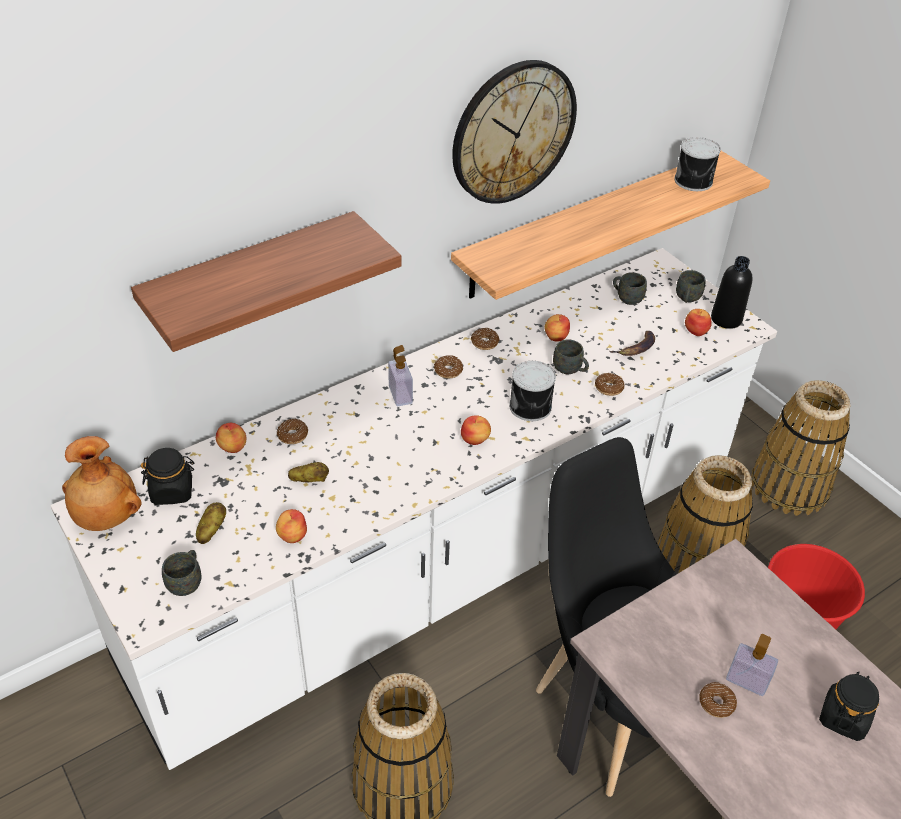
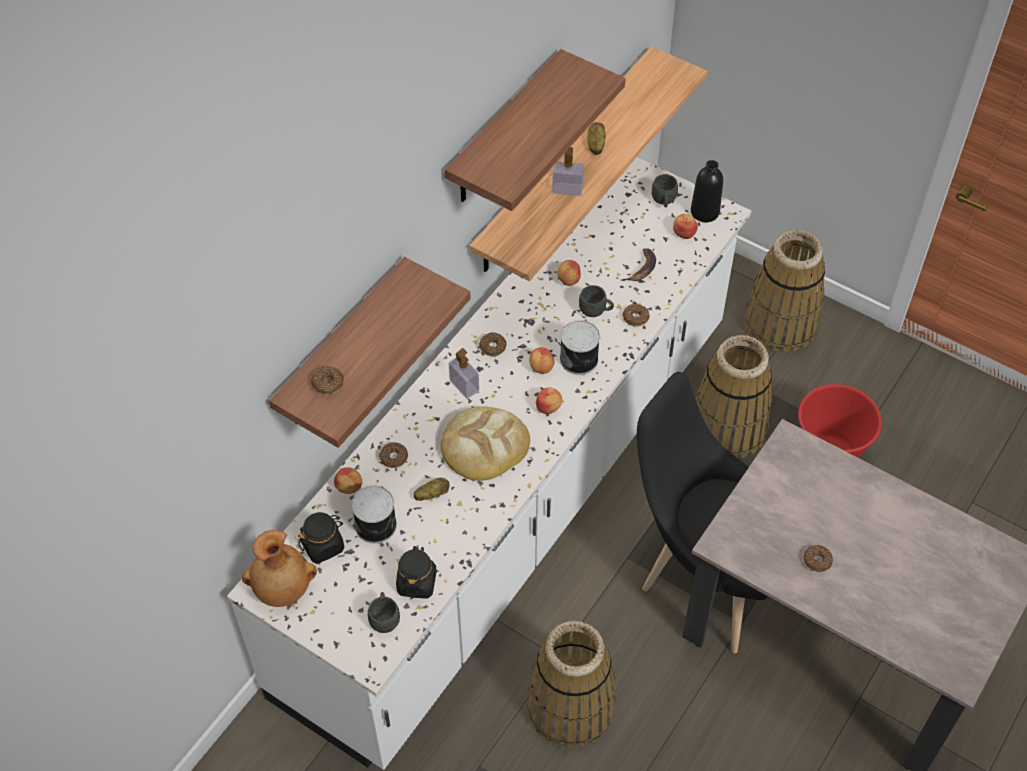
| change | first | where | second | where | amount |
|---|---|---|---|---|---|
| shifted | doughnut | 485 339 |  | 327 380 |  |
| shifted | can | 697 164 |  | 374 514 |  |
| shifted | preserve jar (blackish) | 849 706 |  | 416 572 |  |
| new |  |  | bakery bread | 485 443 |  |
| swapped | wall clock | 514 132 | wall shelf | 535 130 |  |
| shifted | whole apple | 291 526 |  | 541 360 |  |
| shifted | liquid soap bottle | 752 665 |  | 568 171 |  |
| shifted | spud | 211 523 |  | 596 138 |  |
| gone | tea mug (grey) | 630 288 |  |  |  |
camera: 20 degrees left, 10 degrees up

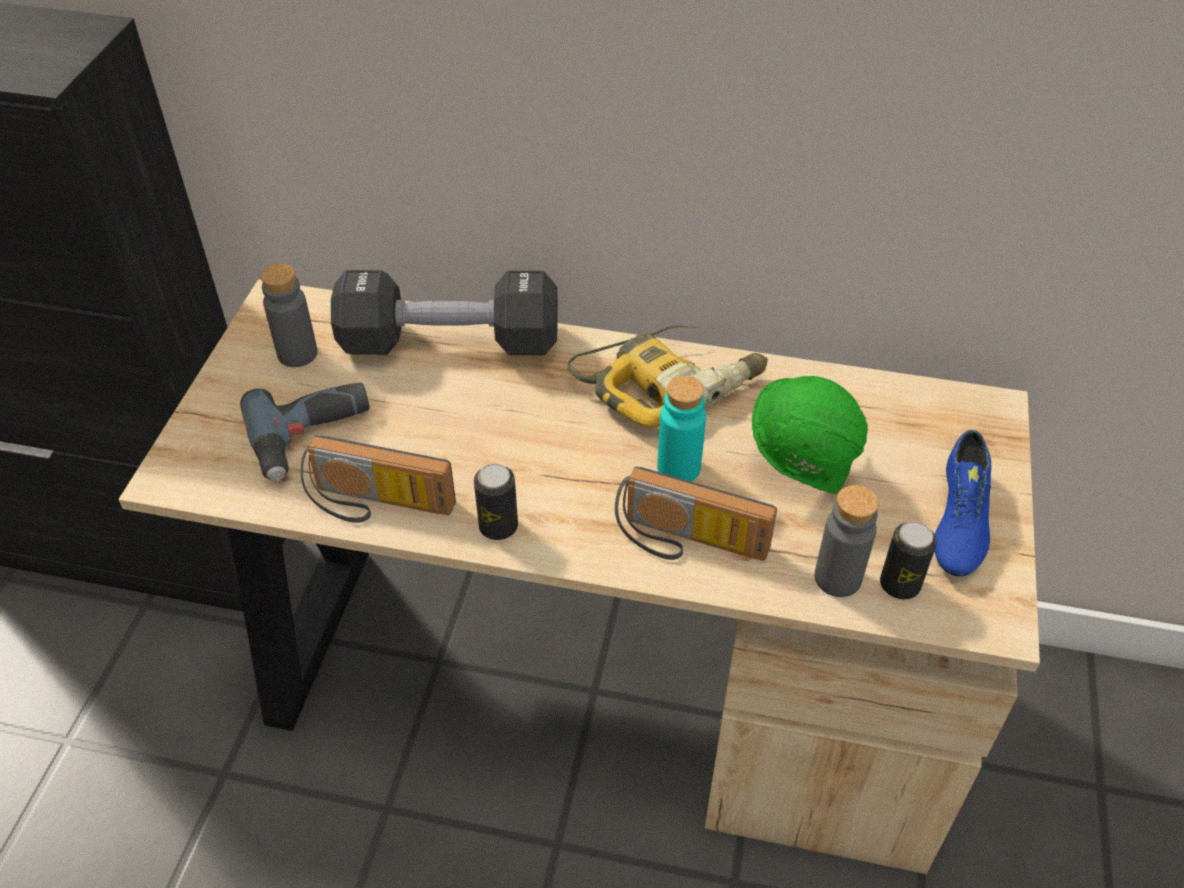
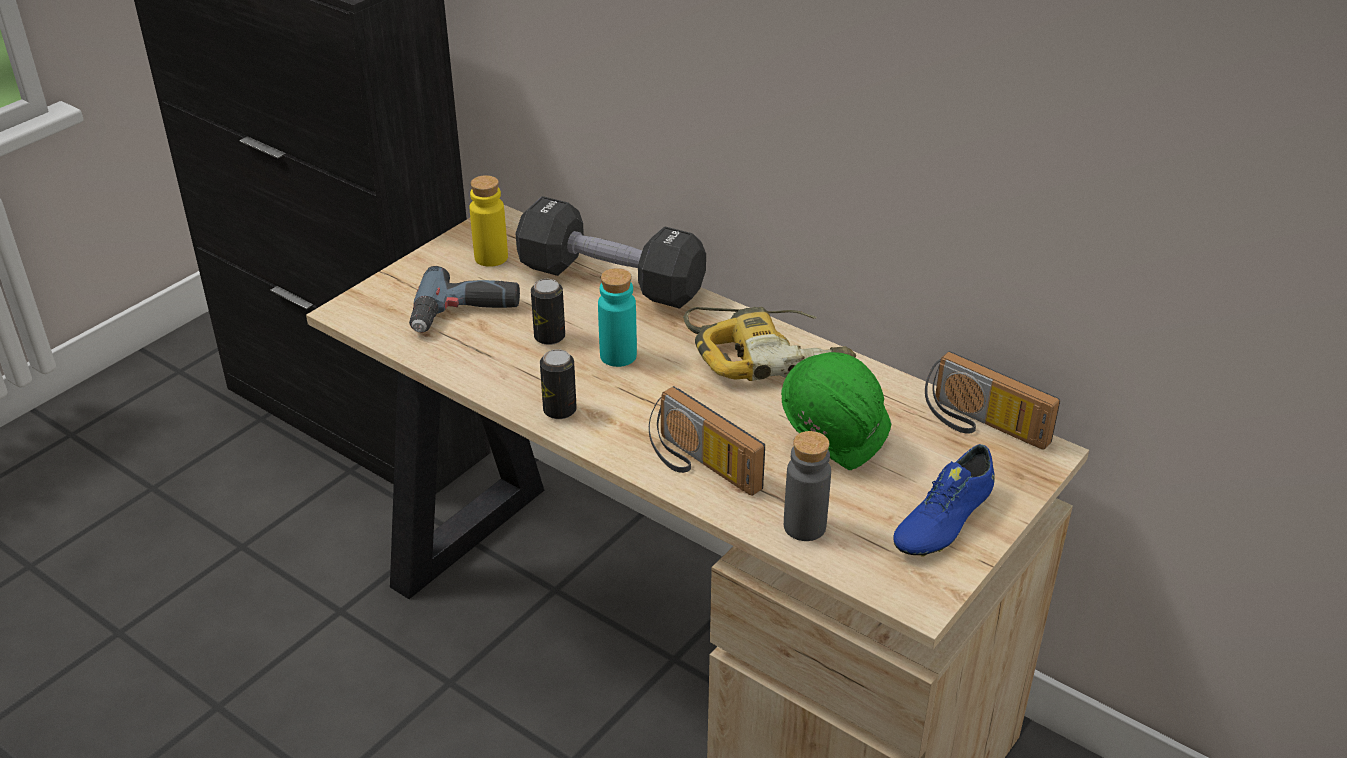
| change | first | where | second | where | amount |
|---|---|---|---|---|---|
| repainted | drink bottle (grey) | 288 315 | drink bottle (yellow) | 488 221 |  |
| shifted | can | 908 560 |  | 548 312 |  |
| shifted | drink bottle (turquoise-coloured) | 681 429 |  | 617 317 |  |
| shifted | radio | 378 479 |  | 992 400 |  |
camera: 25 degrees right, 10 degrees down

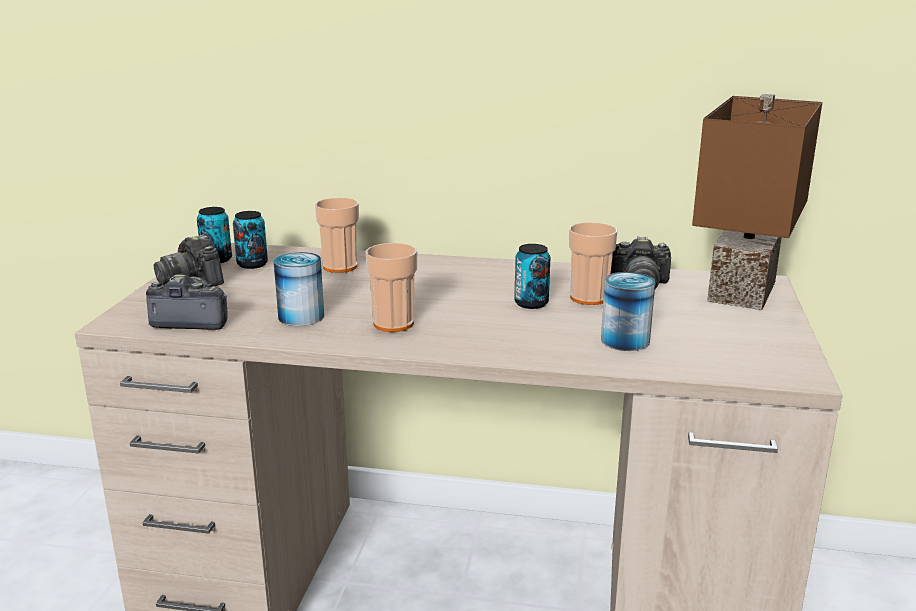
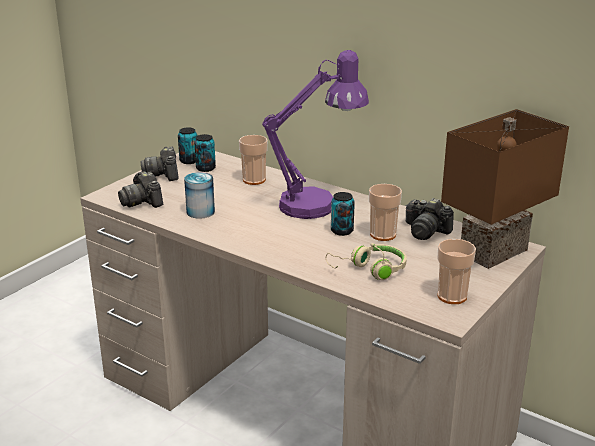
| change | first | where | second | where | amount |
|---|---|---|---|---|---|
| rotated | still camera | 187 302 |  | 140 189 | 150 degrees counterclockwise |
| new |  |  | lamp for a table (purplish) | 315 134 |  |
| swapped | can | 628 311 | headphones (sand-coloured) | 366 261 |  |
| shifted | small cup | 391 287 |  | 456 271 |  |
camera: 25 degrees right, 5 degrees up

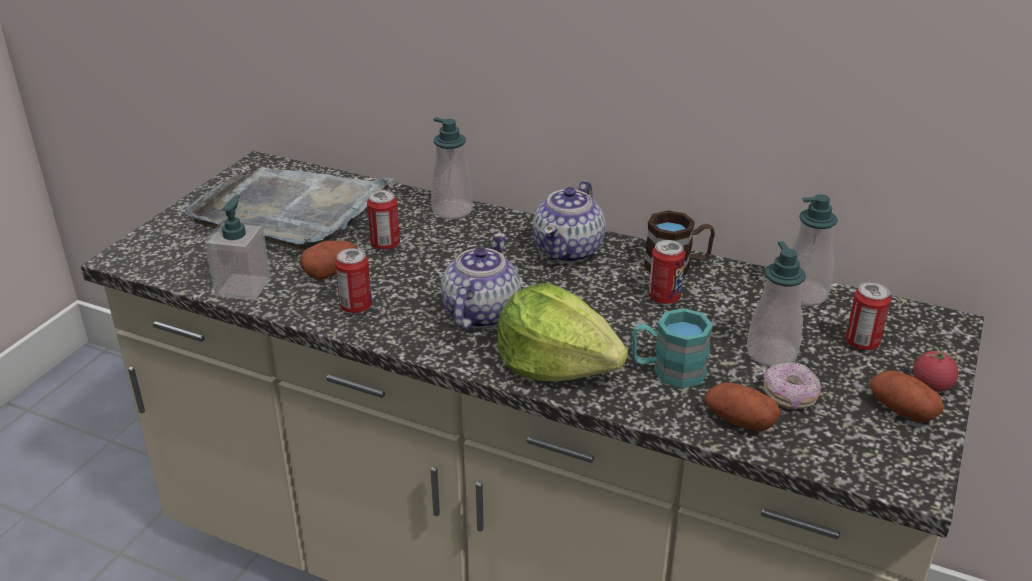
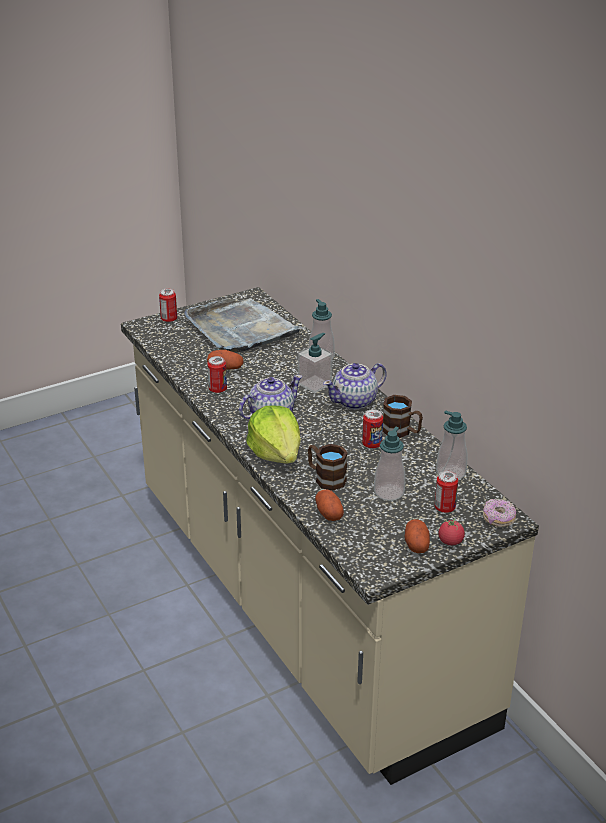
| change | first | where | second | where | amount |
|---|---|---|---|---|---|
| shifted | can | 383 220 |  | 168 305 |  |
| shifted | liquid soap bottle | 238 248 |  | 315 363 |  |
| repainted | tea mug (turquoise-coloured) | 672 348 | tea mug (brown-coloured) | 328 467 |  |
| shifted | doughnut | 792 385 |  | 499 513 |  |
camera: 35 degrees right, 0 degrees up

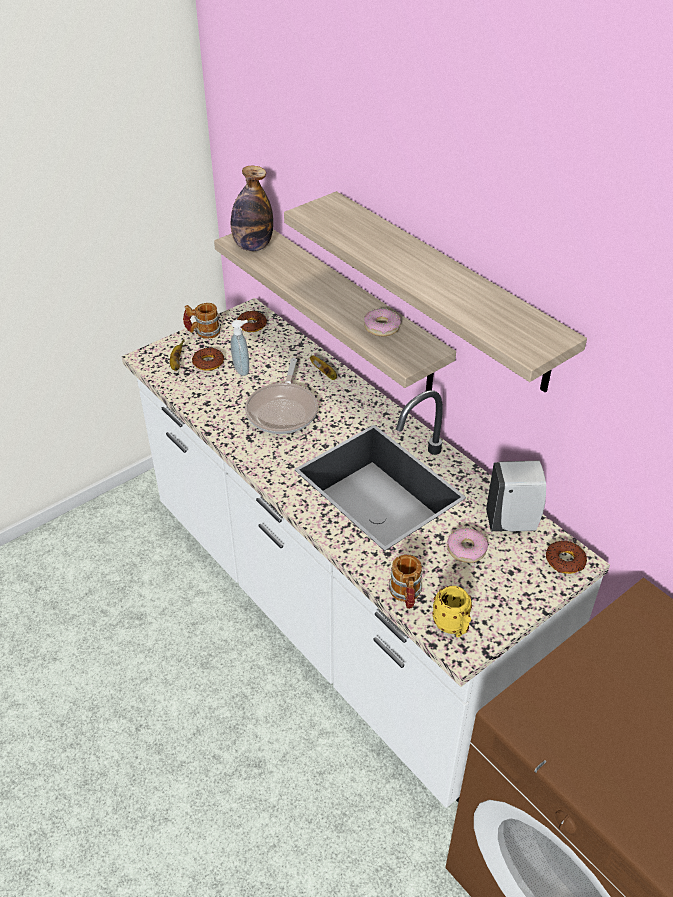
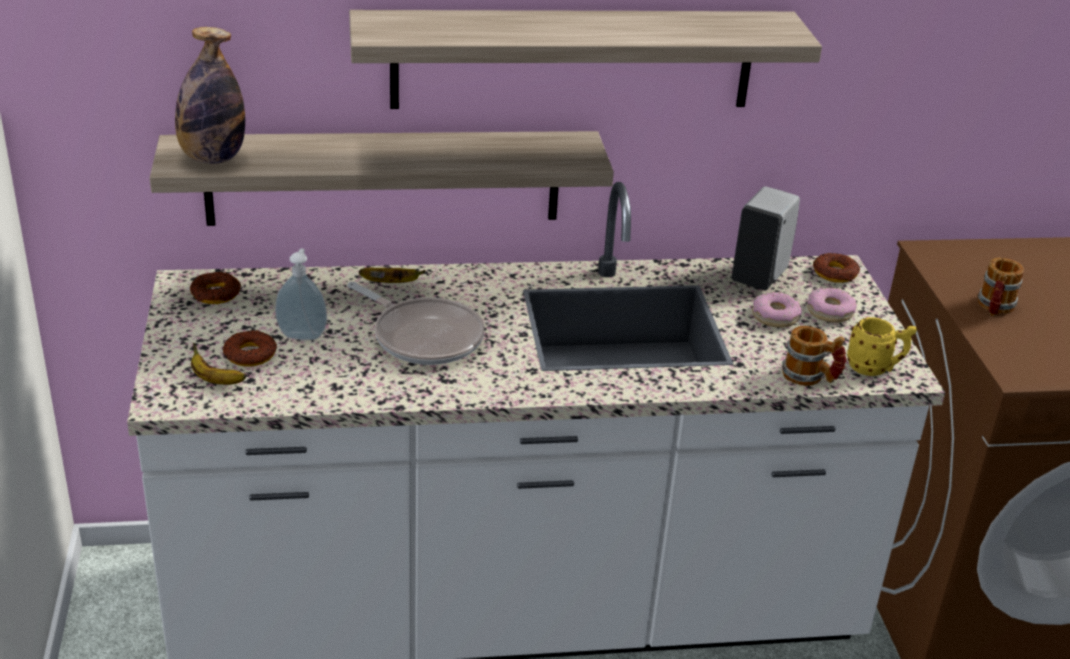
| change | first | where | second | where | amount |
|---|---|---|---|---|---|
| shifted | doughnut | 382 322 |  | 831 305 |  |
| shifted | tea mug | 202 321 |  | 1001 287 |  |
camera: 60 degrees left, 10 degrees down

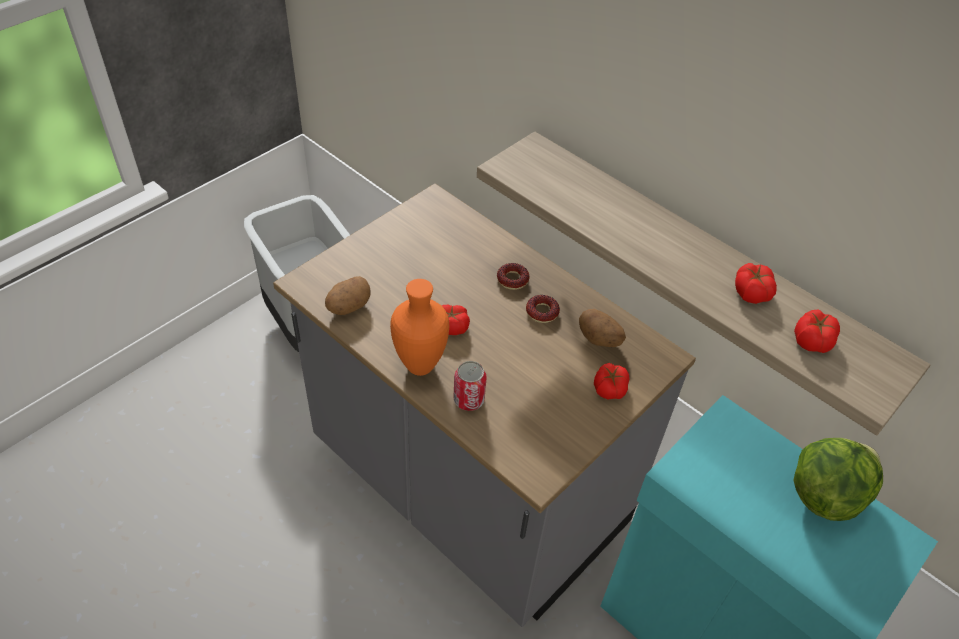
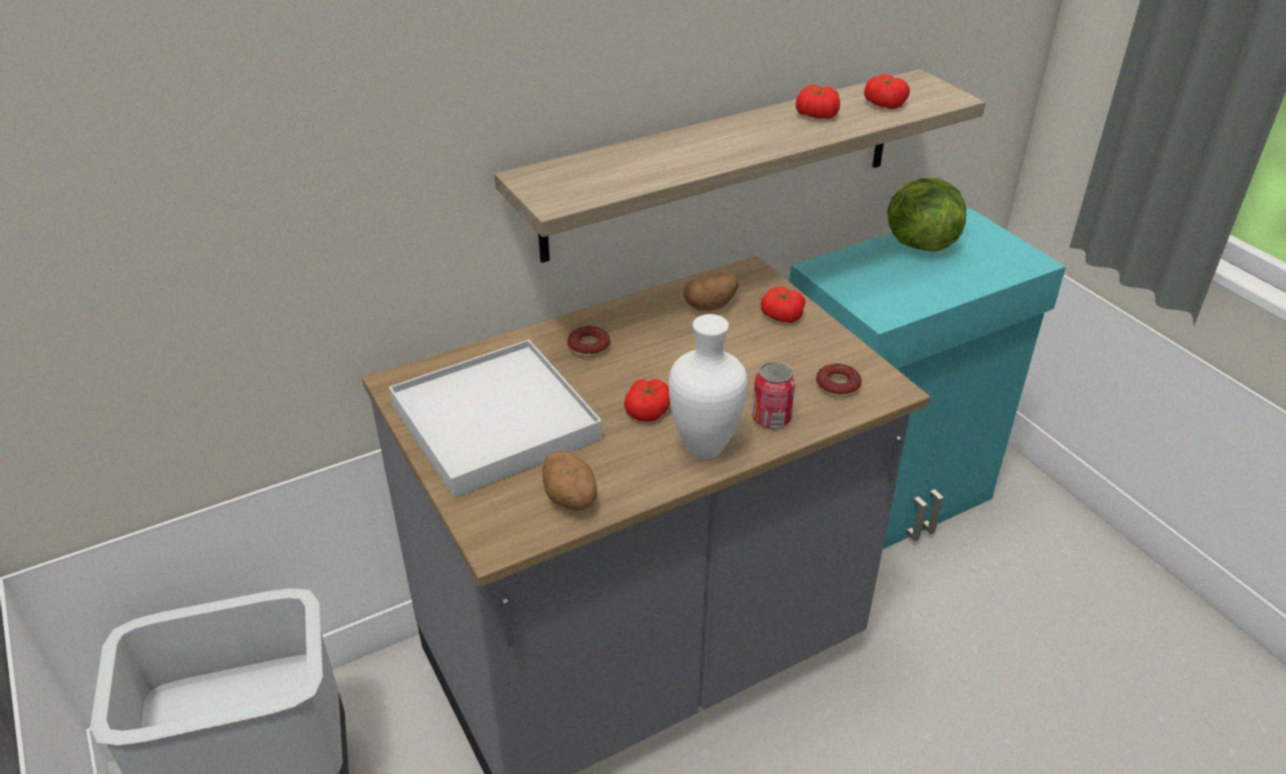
| change | first | where | second | where | amount |
|---|---|---|---|---|---|
| new |  |  | carrying tray (whitish) | 495 419 |  |
| repainted | vase (orange-coloured) | 419 327 | vase (whitish) | 708 386 |  |
| shifted | doughnut | 543 309 |  | 839 380 |  |
camera: 70 degrees left, 10 degrees down

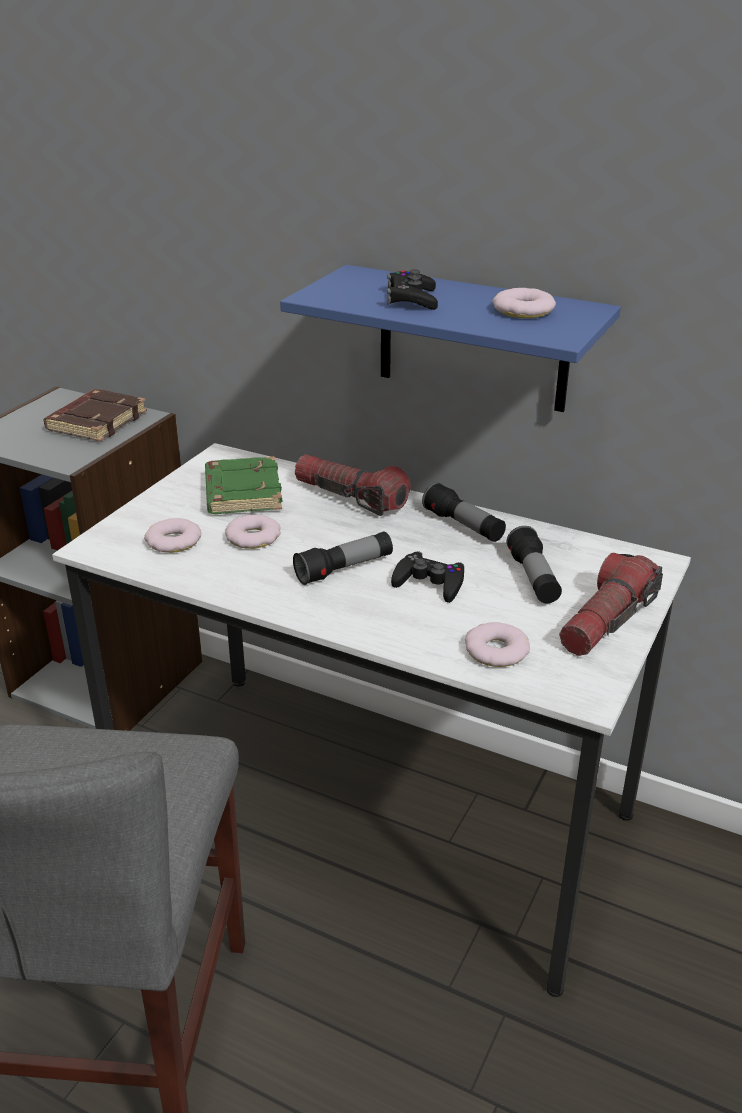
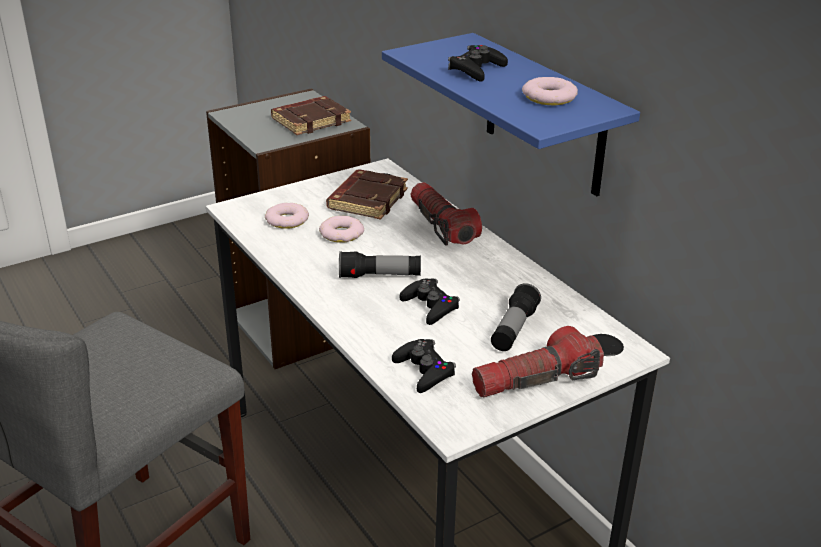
| change | first | where | second | where | amount |
|---|---|---|---|---|---|
| repainted | bound book (greenish) | 244 485 | bound book (brown-coloured) | 367 195 |  |
| swapped | doughnut | 497 644 | gamepad (blackish) | 424 366 |  |
| gone | flashlight | 464 512 |  |  |  |
camera: 30 degrees right, 0 degrees up

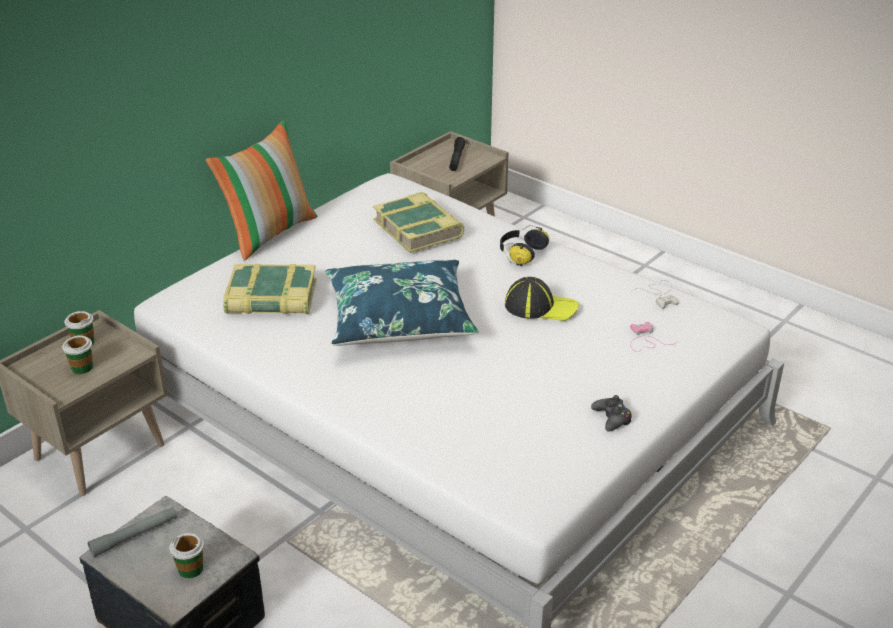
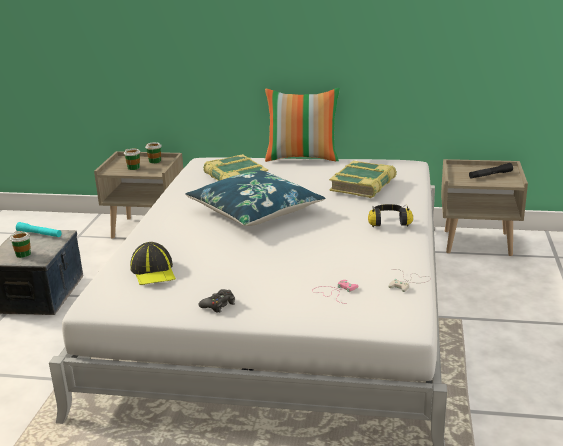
| change | first | where | second | where | amount |
|---|---|---|---|---|---|
| repainted | flashlight (grey) | 132 531 | flashlight (turquoise-coloured) | 39 229 |  |
| shifted | baseball cap | 542 299 |  | 153 263 |  |
camera: 60 degrees right, 10 degrees down

